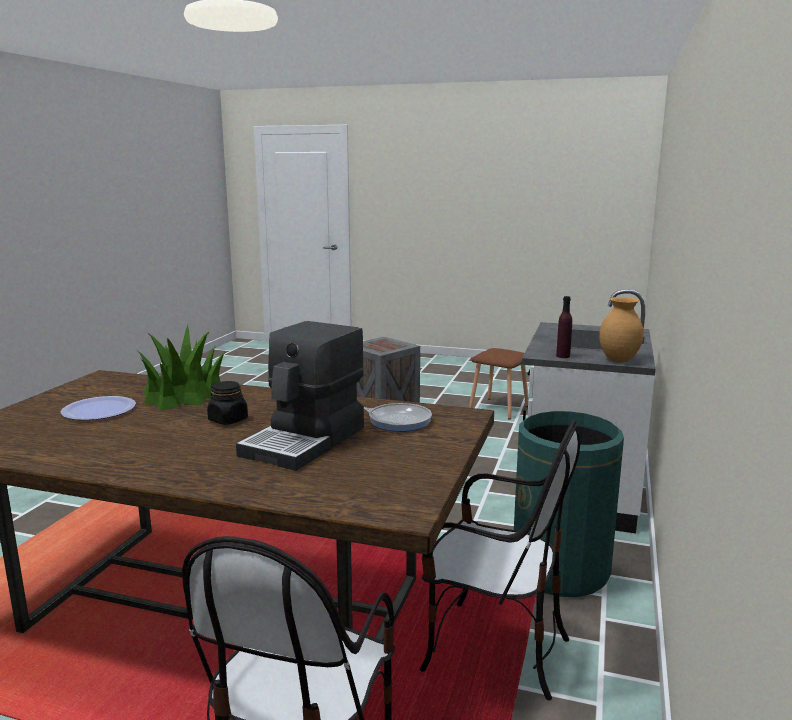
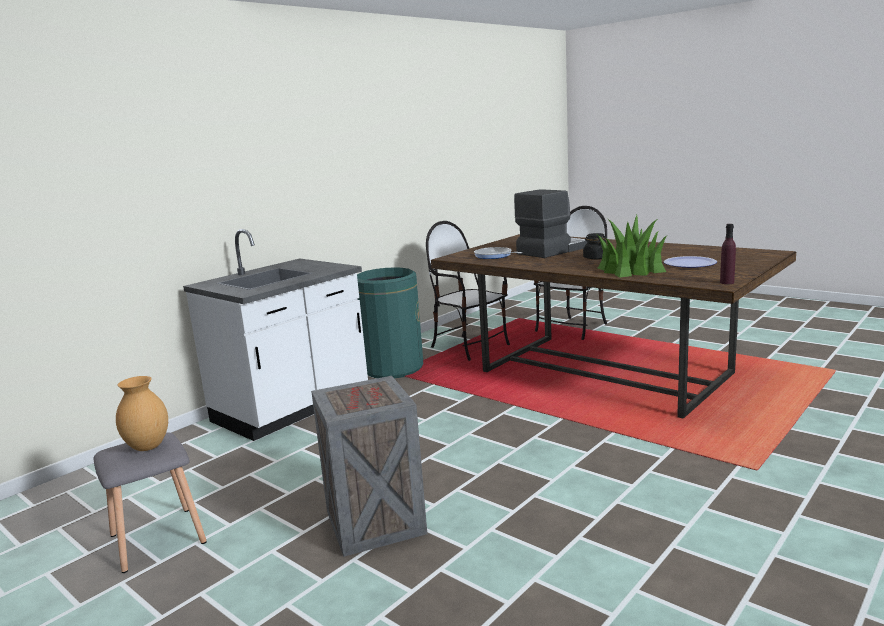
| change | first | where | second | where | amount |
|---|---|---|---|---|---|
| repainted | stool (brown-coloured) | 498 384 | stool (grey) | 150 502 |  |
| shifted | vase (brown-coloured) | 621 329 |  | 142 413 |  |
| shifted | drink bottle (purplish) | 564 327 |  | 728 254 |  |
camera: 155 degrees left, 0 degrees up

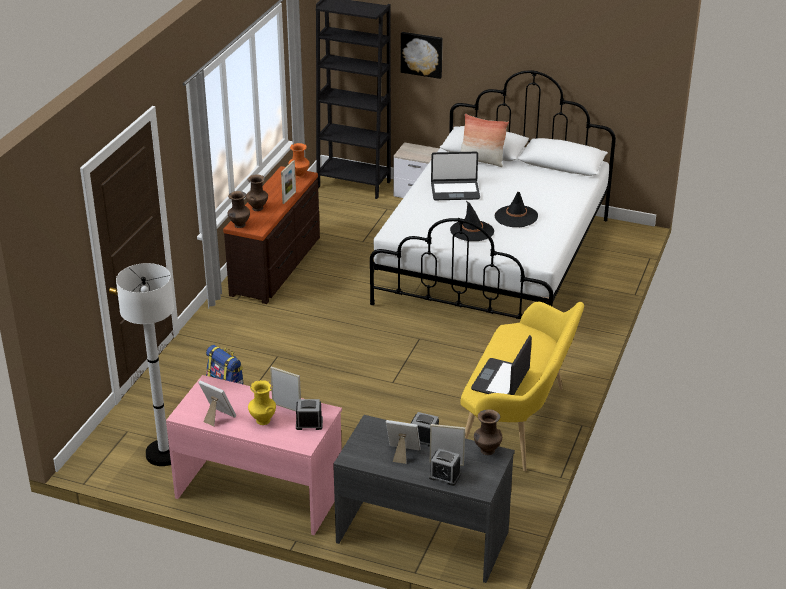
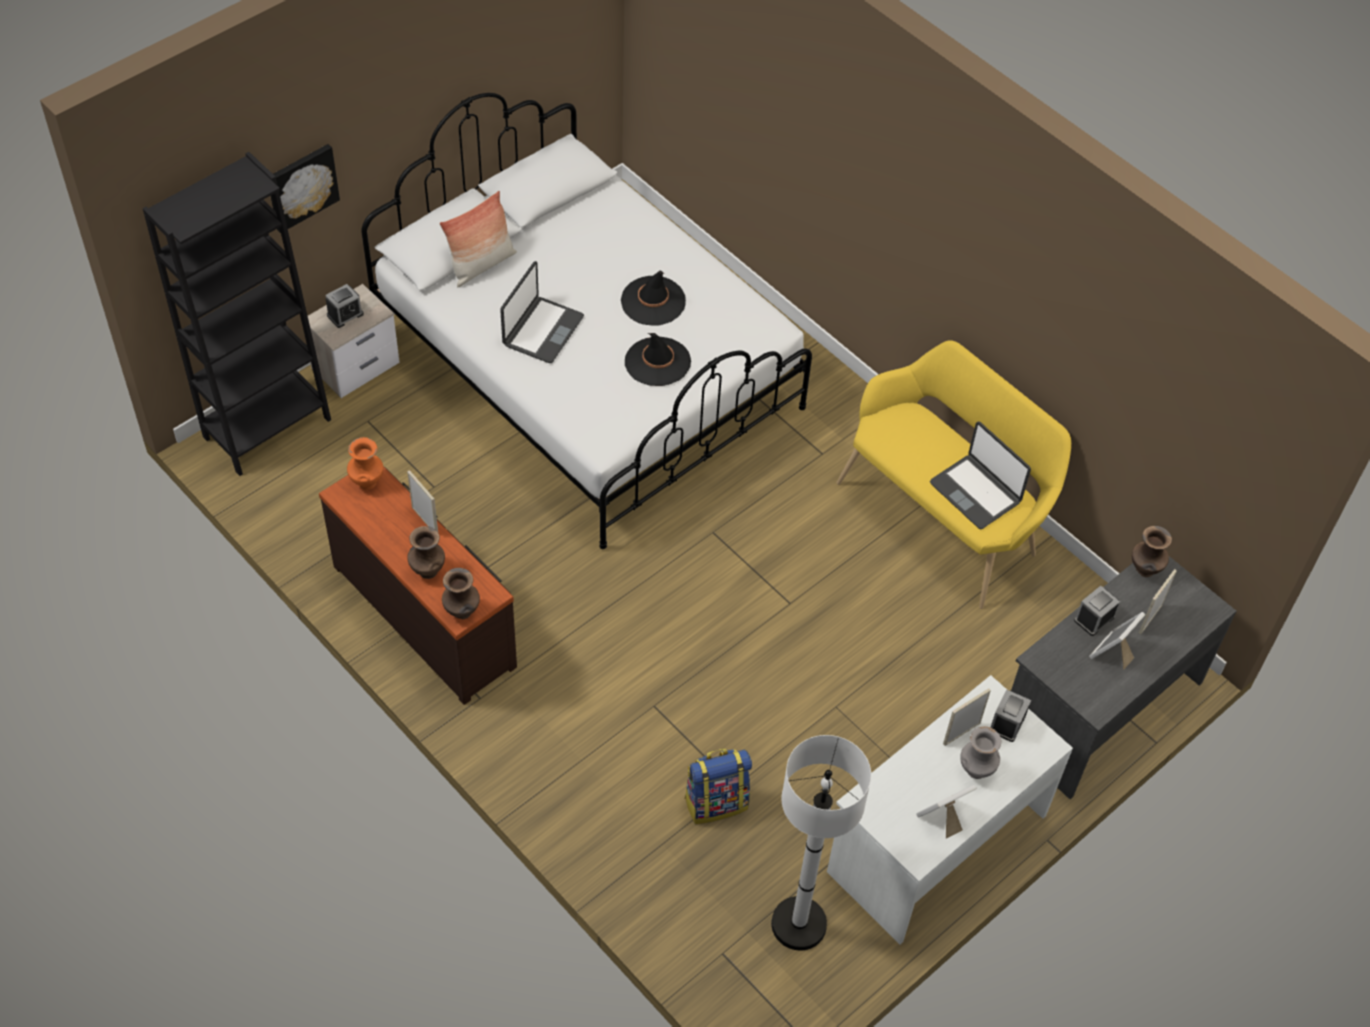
| change | first | where | second | where | amount |
|---|---|---|---|---|---|
| shifted | bedside clock | 445 467 |  | 344 306 |  |
| repainted | desk table (pink-coloured) | 254 455 | desk table (whitish) | 950 809 |  |
| repainted | vase (yellow) | 262 402 | vase (grey) | 980 752 |  |
camera: 65 degrees left, 20 degrees up

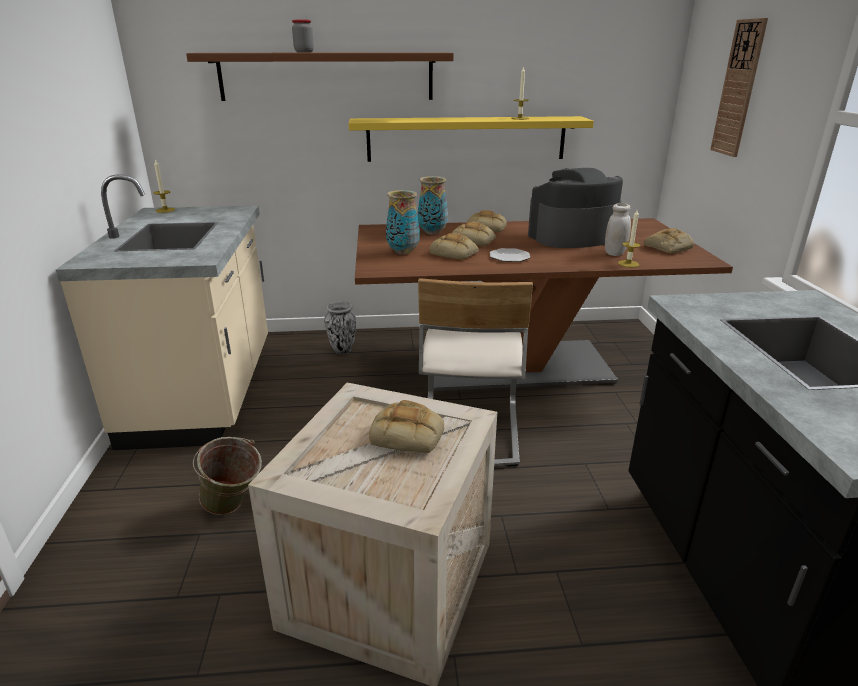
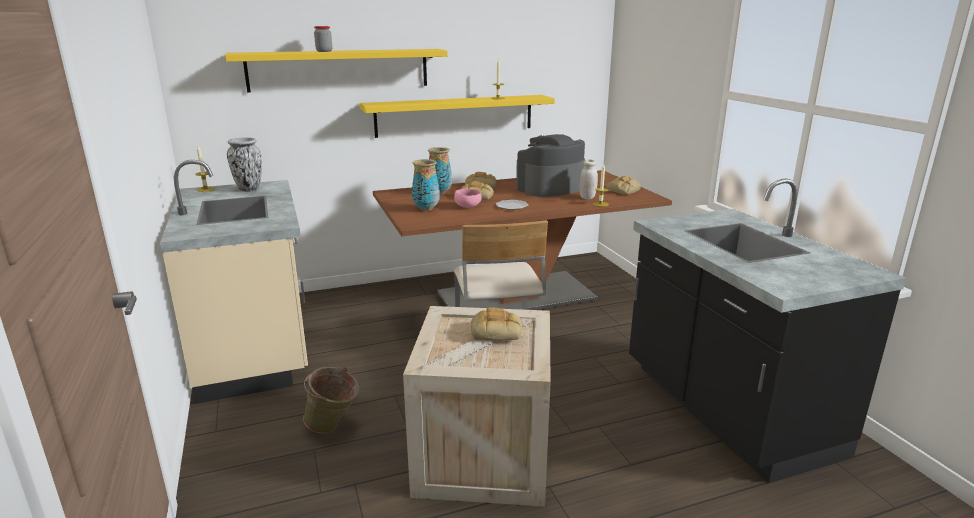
| change | first | where | second | where | amount |
|---|---|---|---|---|---|
| repainted | wall shelf (brown-coloured) | 320 76 | wall shelf (yellow) | 336 70 |  |
| shifted | vase | 340 327 |  | 244 164 |  |
| swapped | bakery bread | 454 246 | serving bowl (pink-coloured) | 468 198 |  |
| gone | wall clock | 739 87 |  |  |  |
camera: 15 degrees left, 5 degrees down

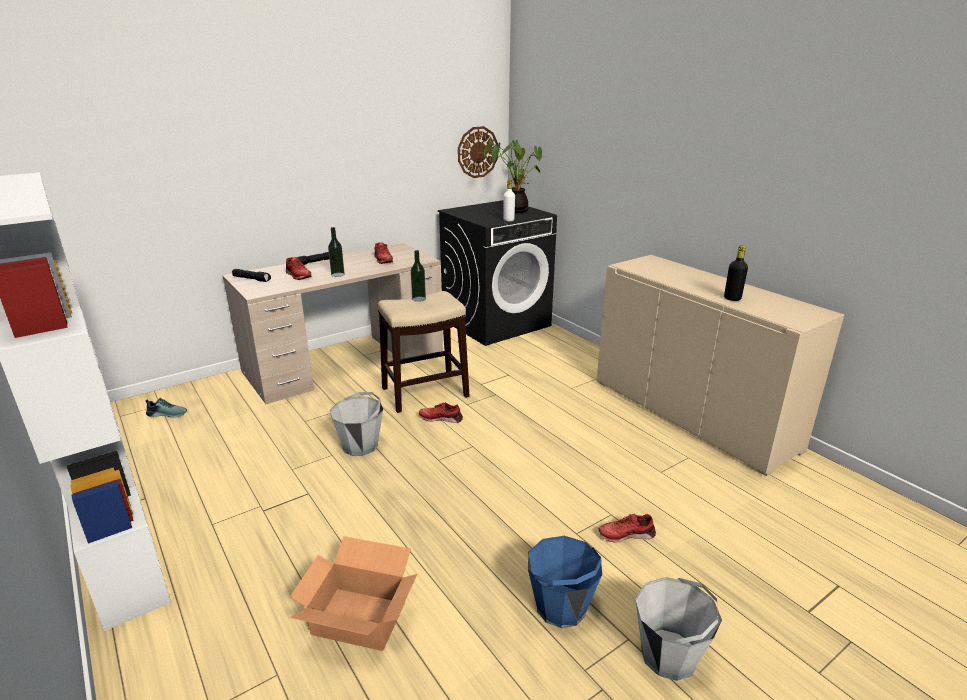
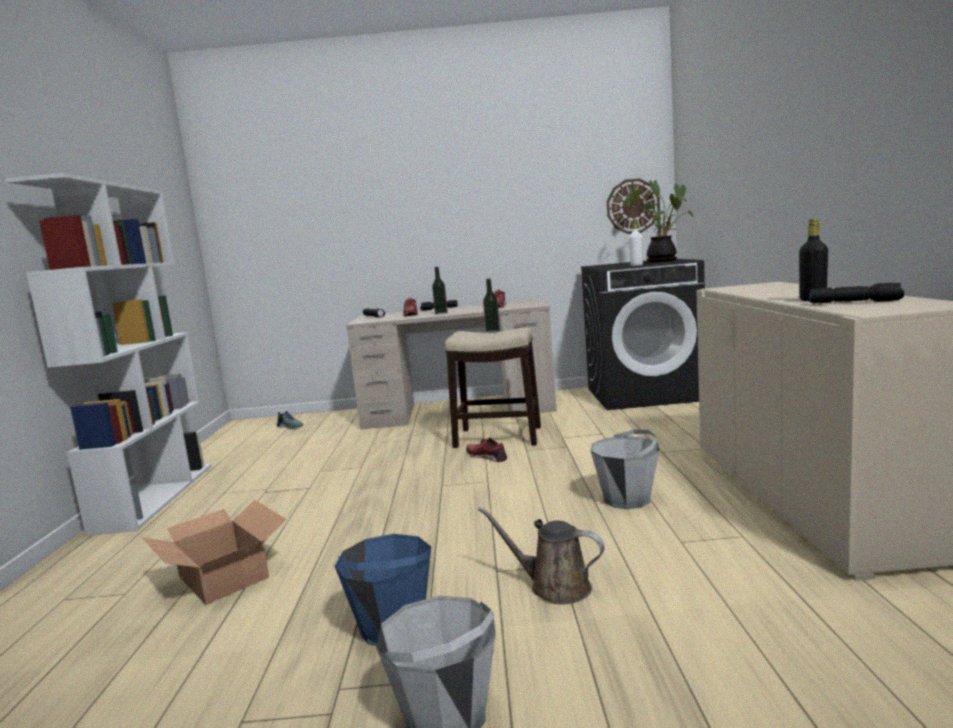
| change | first | where | second | where | amount |
|---|---|---|---|---|---|
| swapped | shoe (red) | 627 528 | sprinkling can (brown-coloured) | 541 555 |  |
| shifted | pail (grey) | 356 424 |  | 625 469 |  |
| new |  |  | flashlight (blackish) | 856 293 |  |
camera: 35 degrees right, 15 degrees down

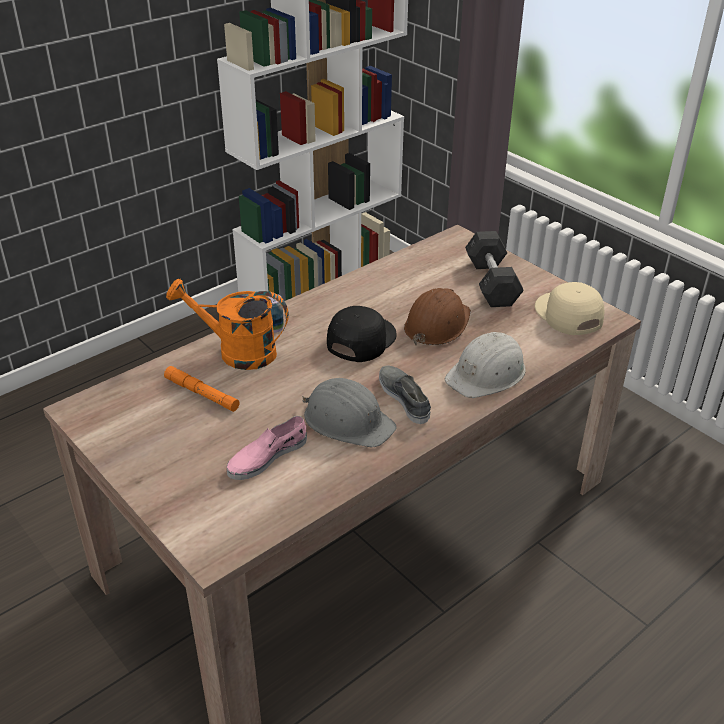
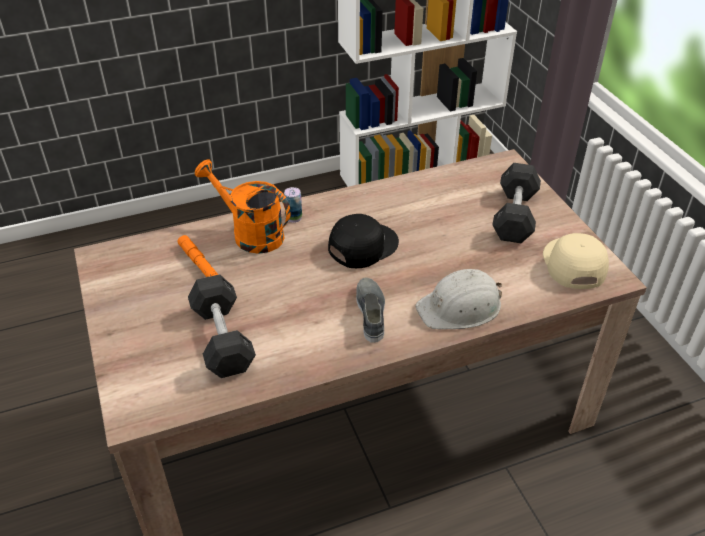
| change | first | where | second | where | amount |
|---|---|---|---|---|---|
| swapped | shoe (pink-coloured) | 267 448 | free weight (grey) | 222 326 |  |
| gone | safety helmet (grey) | 349 412 |  |  |  |
| gone | safety helmet (brown-coloured) | 437 316 |  |  |  |
camera: 20 degrees right, 5 degrees up

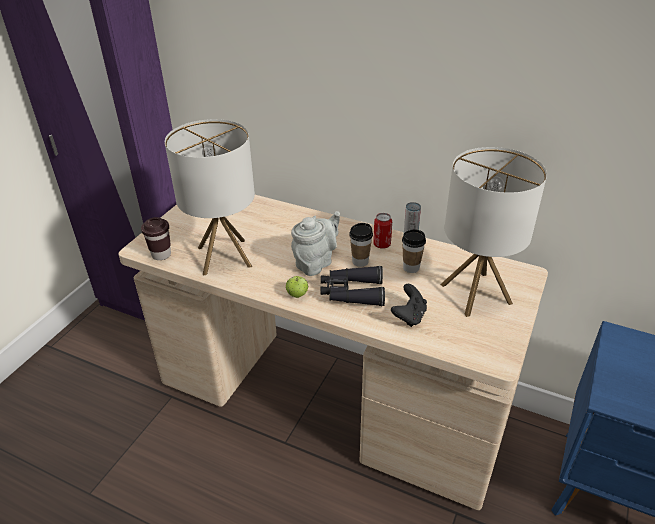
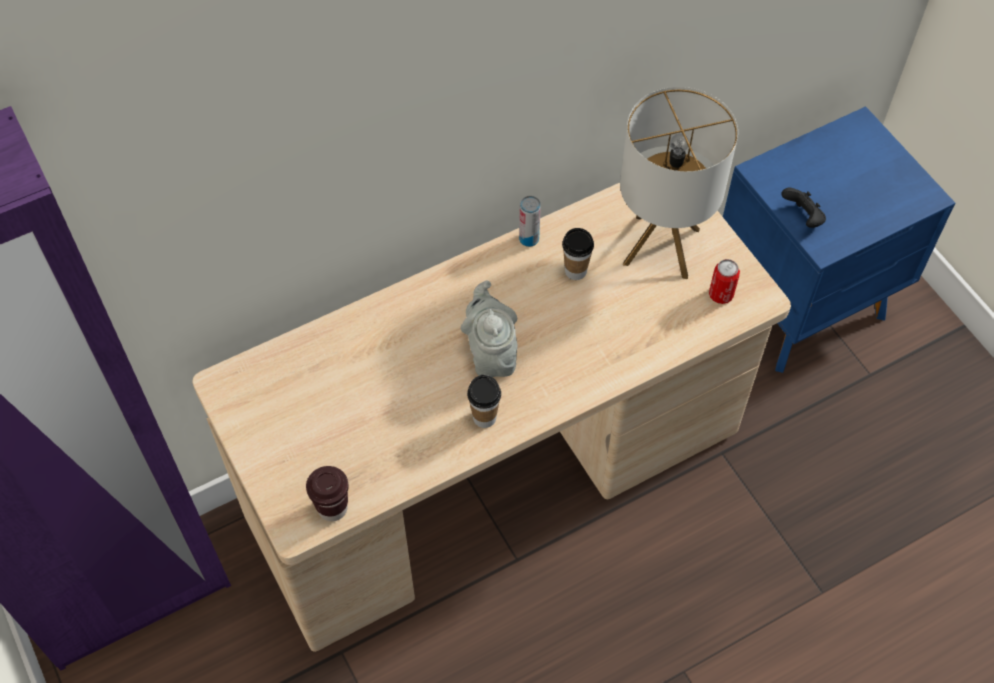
| change | first | where | second | where | amount |
|---|---|---|---|---|---|
| shifted | small cup | 361 245 |  | 484 401 |  |
| shifted | can | 382 231 |  | 724 281 |  |
| shifted | gamepad (blackish) | 409 305 |  | 803 208 |  |
| gone | lamp for a table | 210 197 |  |  |  |
| gone | whole apple | 297 287 |  |  |  |
| gone | field glasses (blackish) | 353 286 |  |  |  |
camera: 55 degrees left, 20 degrees up

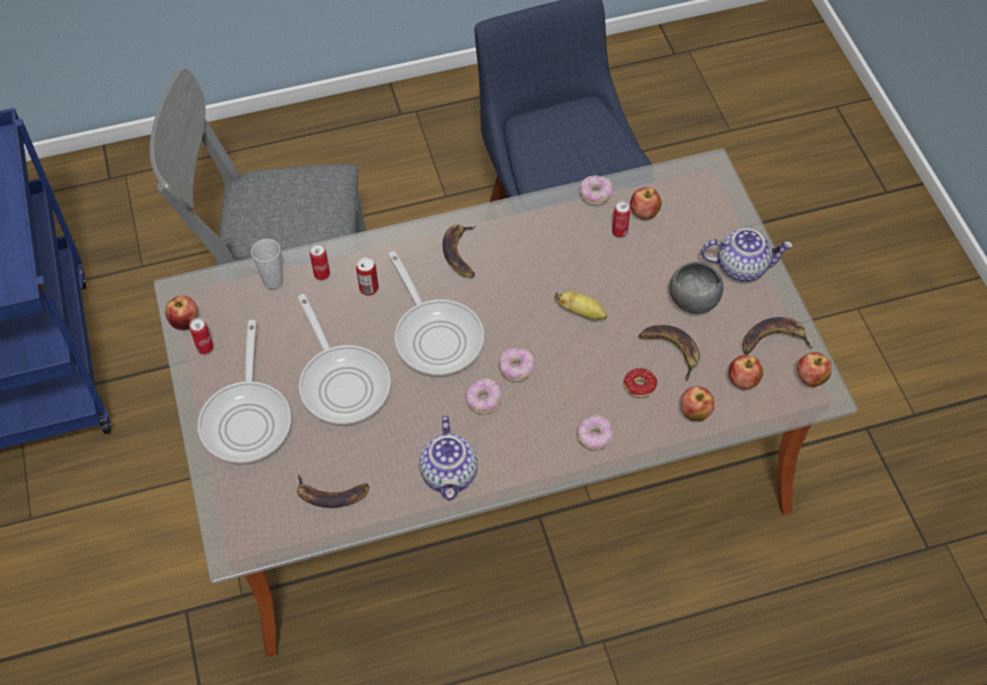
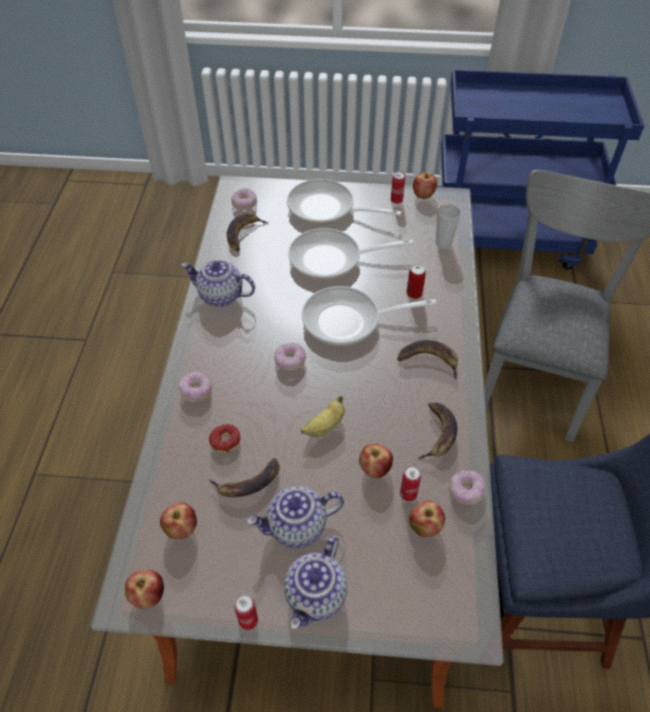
| change | first | where | second | where | amount |
|---|---|---|---|---|---|
| shifted | doughnut | 483 396 |  | 244 199 |  |
| shifted | can | 319 261 |  | 246 612 |  |
| swapped | serving bowl (grey) | 696 288 | pot for tea | 295 517 |  |
| shifted | whole apple | 698 403 |  | 376 460 |  |
| shifted | whole banana | 778 335 |  | 437 430 |  |
camera: 110 degrees right, 5 degrees down

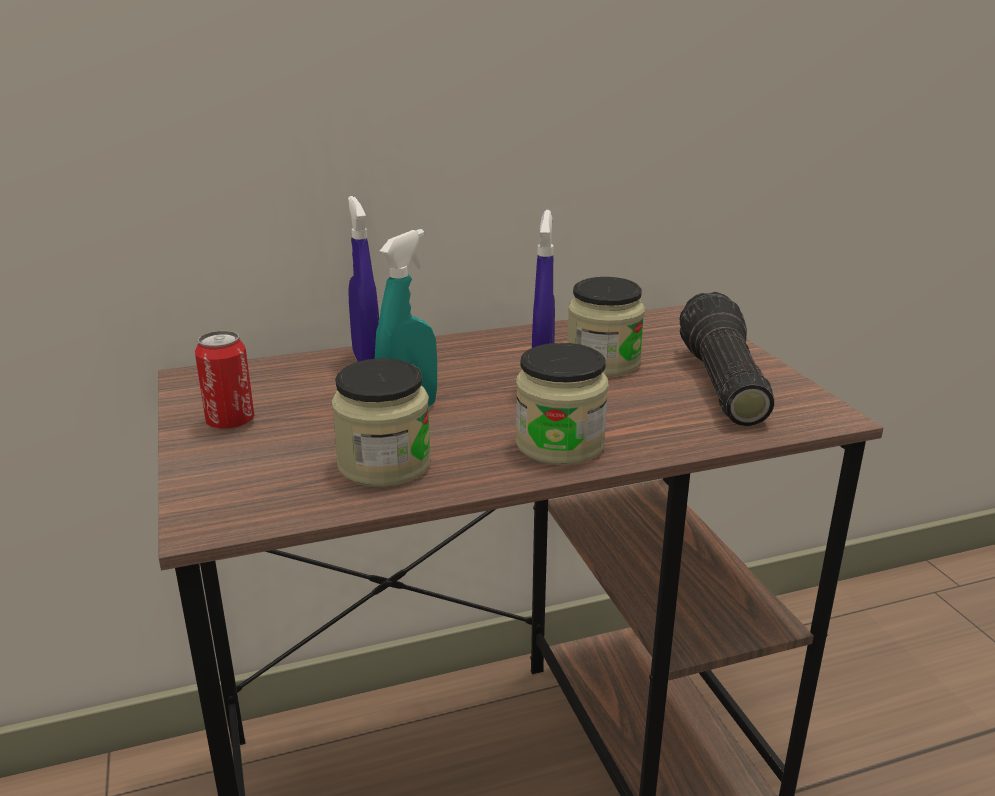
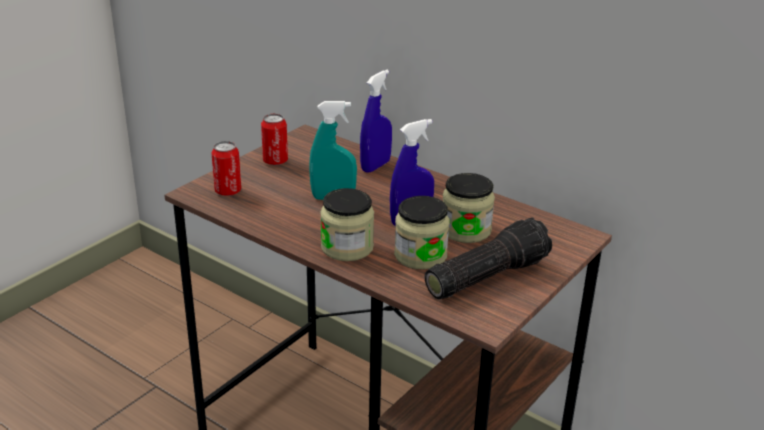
| change | first | where | second | where | amount |
|---|---|---|---|---|---|
| new |  |  | can | 226 168 |  |
| shifted | preserve jar | 381 422 |  | 421 233 |  |
camera: 55 degrees right, 5 degrees up

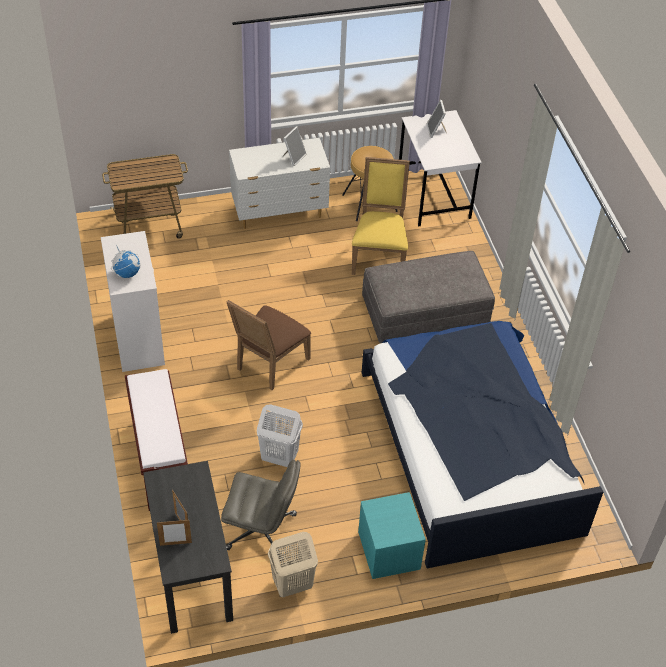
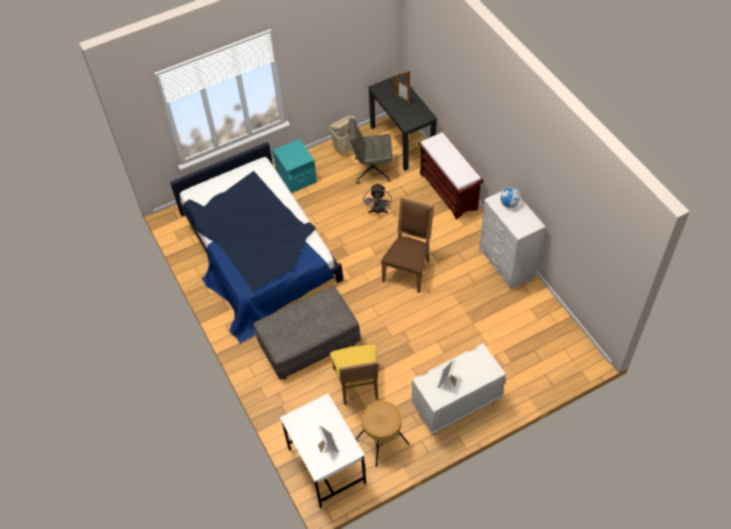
| change | first | where | second | where | amount |
|---|---|---|---|---|---|
| swapped | washing basket (whitish) | 280 435 | electric fan (grey) | 377 198 |  |
| gone | wheeled cart | 145 196 |  |  |  |
camera: 170 degrees right, 5 degrees up

